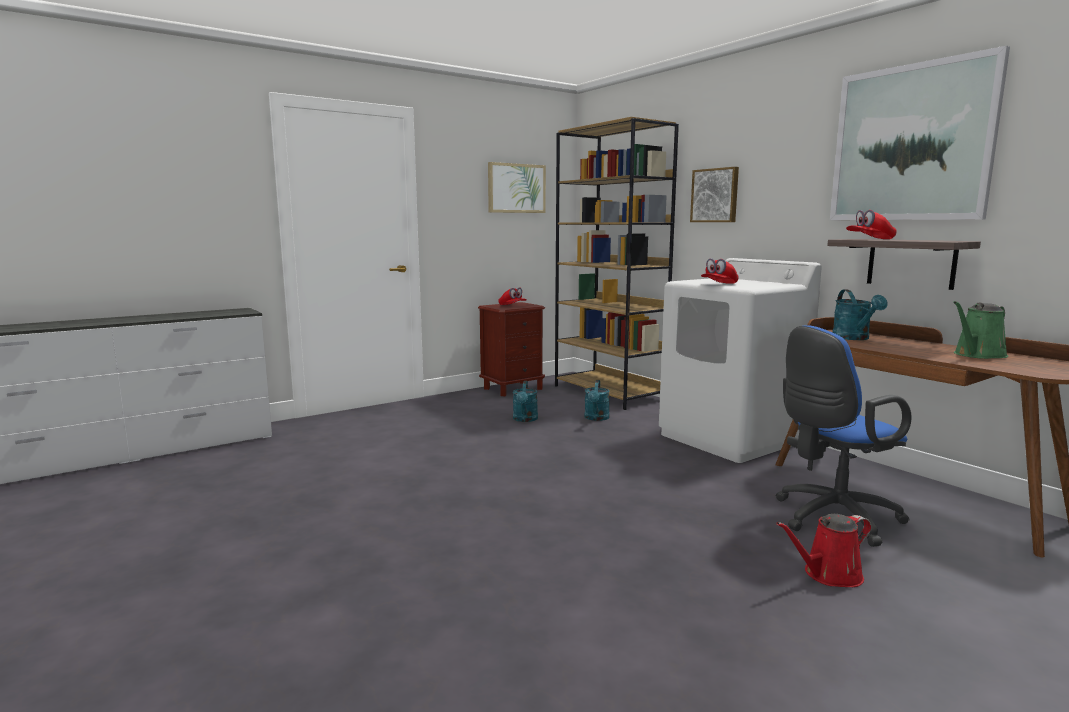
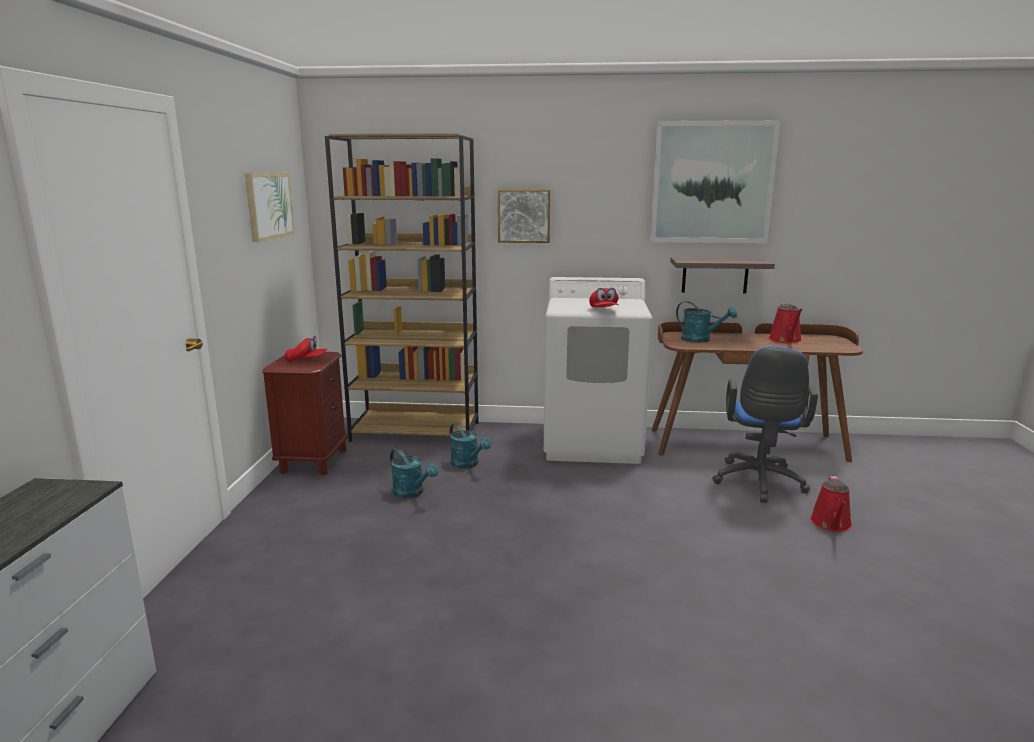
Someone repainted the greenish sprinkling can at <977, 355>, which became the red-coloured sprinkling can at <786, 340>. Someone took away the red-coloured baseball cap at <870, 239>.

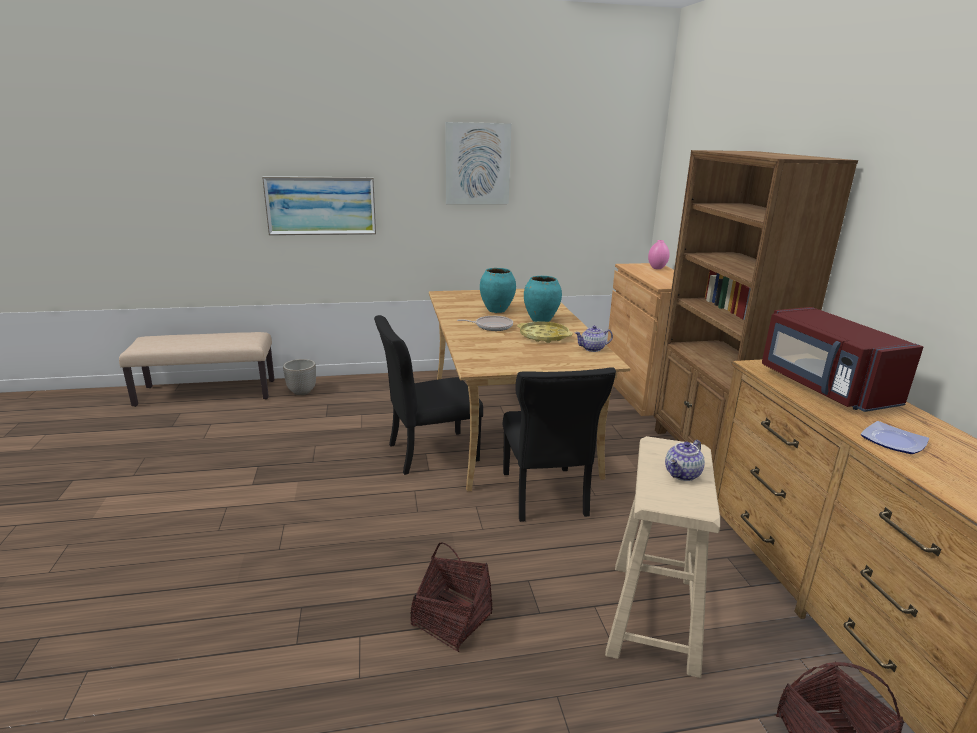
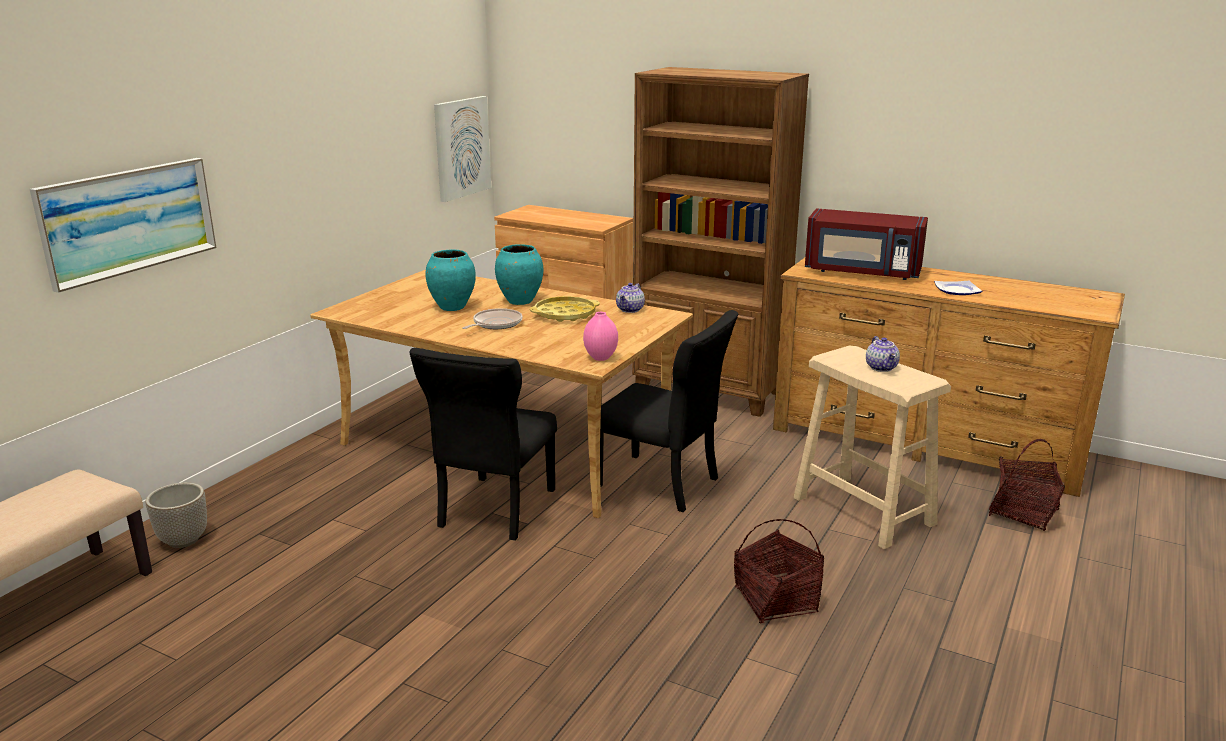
Someone carried the wall art from <477, 164> to <461, 148>. Someone carried the pinkish flower vase from <656, 268> to <600, 358>.

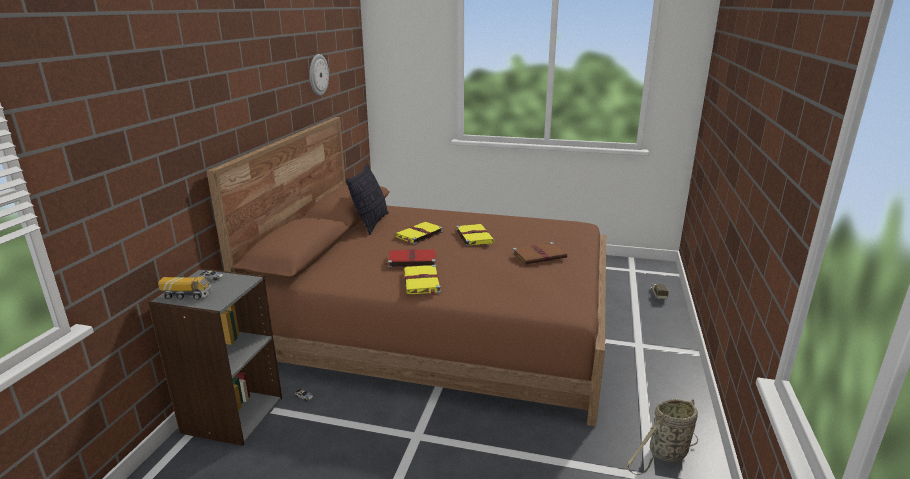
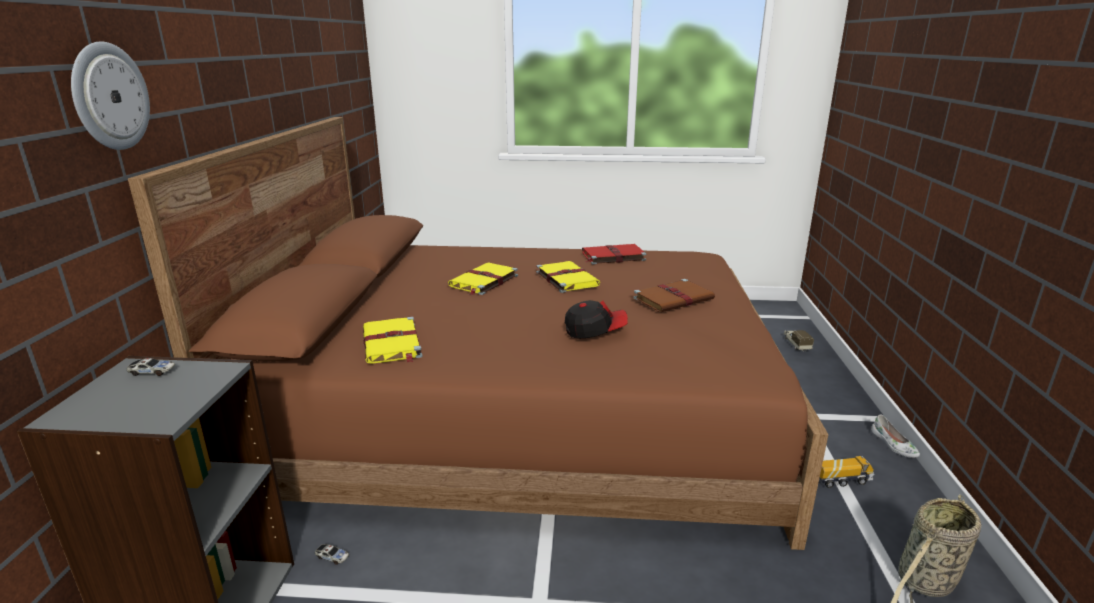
Someone carried the hanging clock from <318, 75> to <109, 97>. Someone carried the yellow-coloured bound book from <422, 282> to <392, 344>. Someone put down the baseball cap at <595, 331>. Someone carried the red-coloured bound book from <411, 260> to <612, 256>. Someone carried the toy lorry from <187, 296> to <842, 480>. Someone put down the white-coloured shoe at <893, 444>. Someone took away the pillow at <371, 223>.

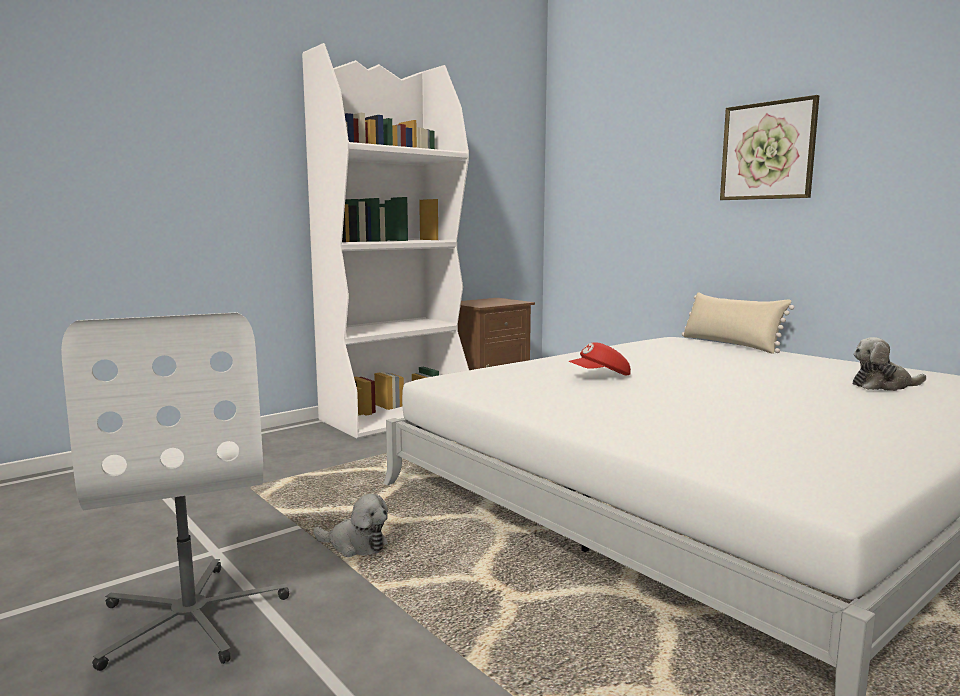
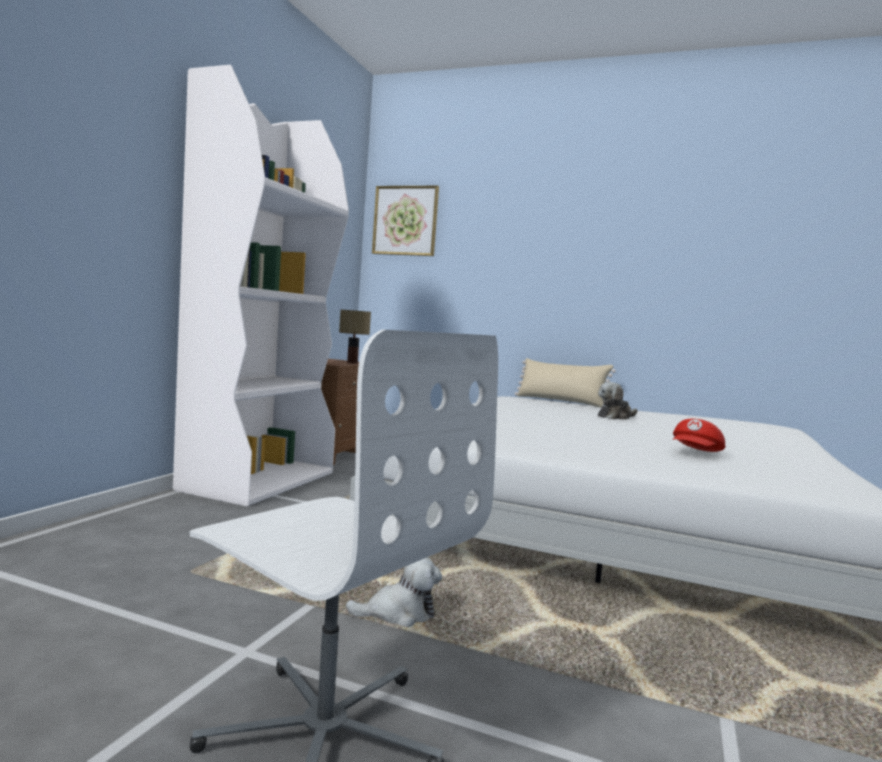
Someone put down the table lamp at <353, 363>. Someone carried the wall art from <768, 151> to <405, 221>. Someone carried the plush toy from <883, 386> to <615, 417>. Someone carried the red-coloured baseball cap from <600, 376> to <696, 454>.

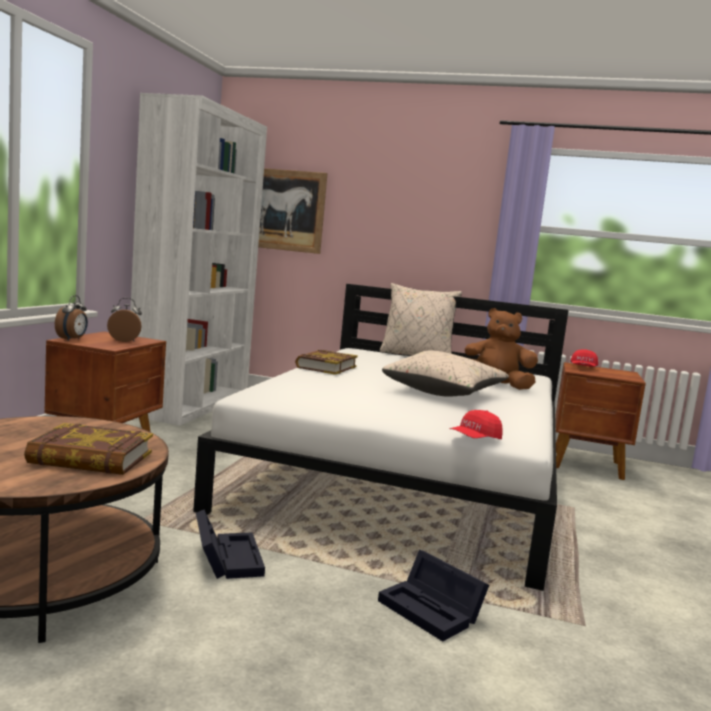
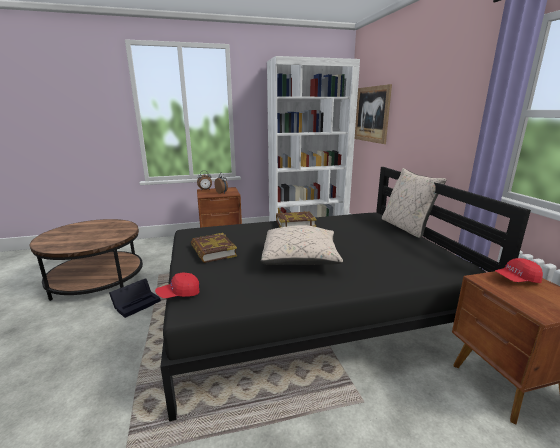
Someone rotated the red-coloured baseball cap at <475, 439> by 45 degrees counterclockwise. Someone repainted the white-coloured sleeping bed at <408, 475>, which became the blackish sleeping bed at <309, 309>. Someone carried the bound book from <90, 458> to <213, 251>. Someone took away the blackish storage bin at <433, 611>. Someone took away the brown-coloured plush toy at <495, 385>.

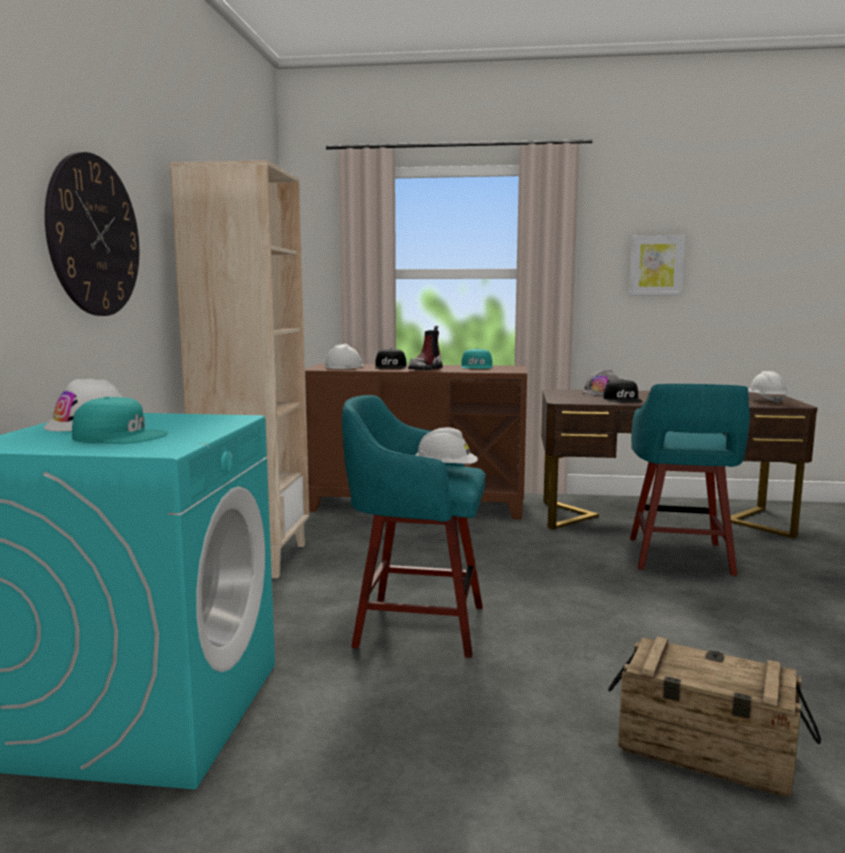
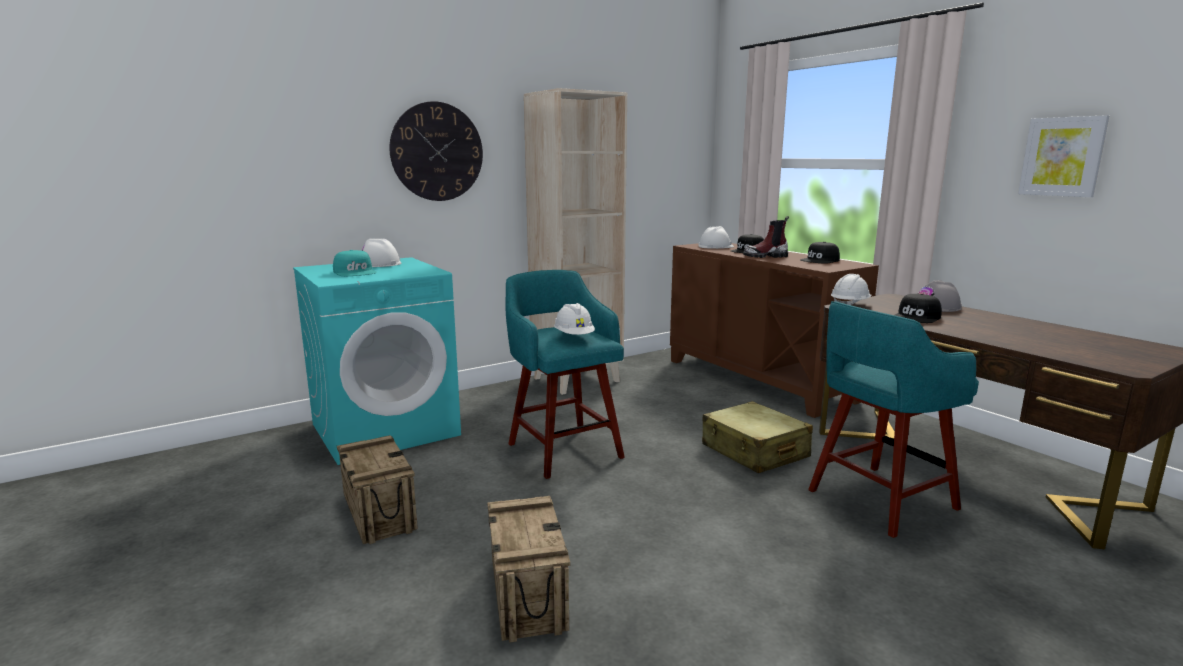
Someone put down the packing crate at <378, 512>. Someone put down the beige piece of luggage at <754, 451>. Someone repainted the turquoise baseball cap at <477, 367>, which became the blackish baseball cap at <820, 260>. Someone carried the white-coloured work helmet from <765, 401> to <849, 305>.

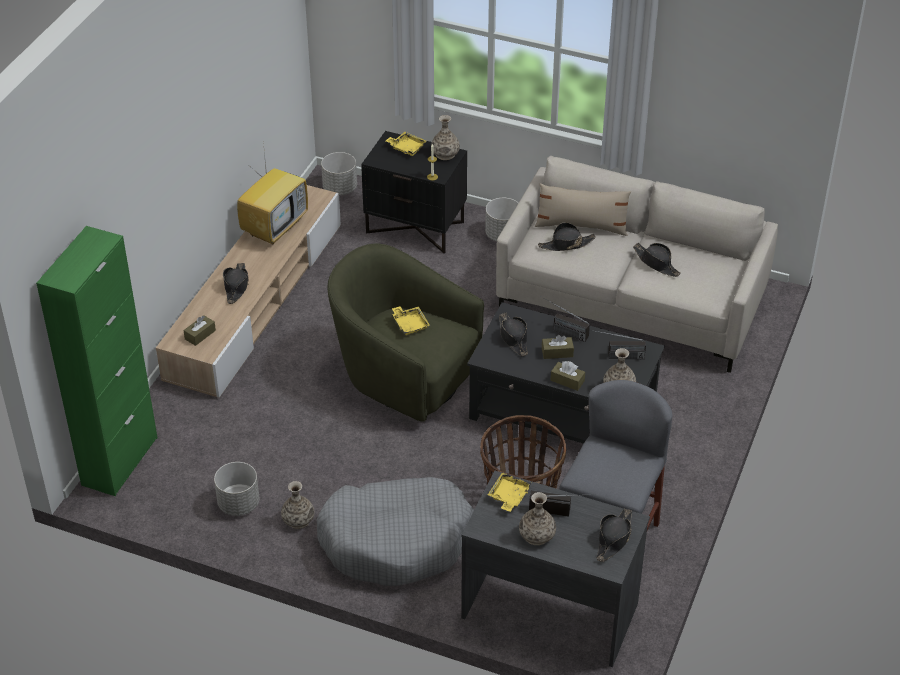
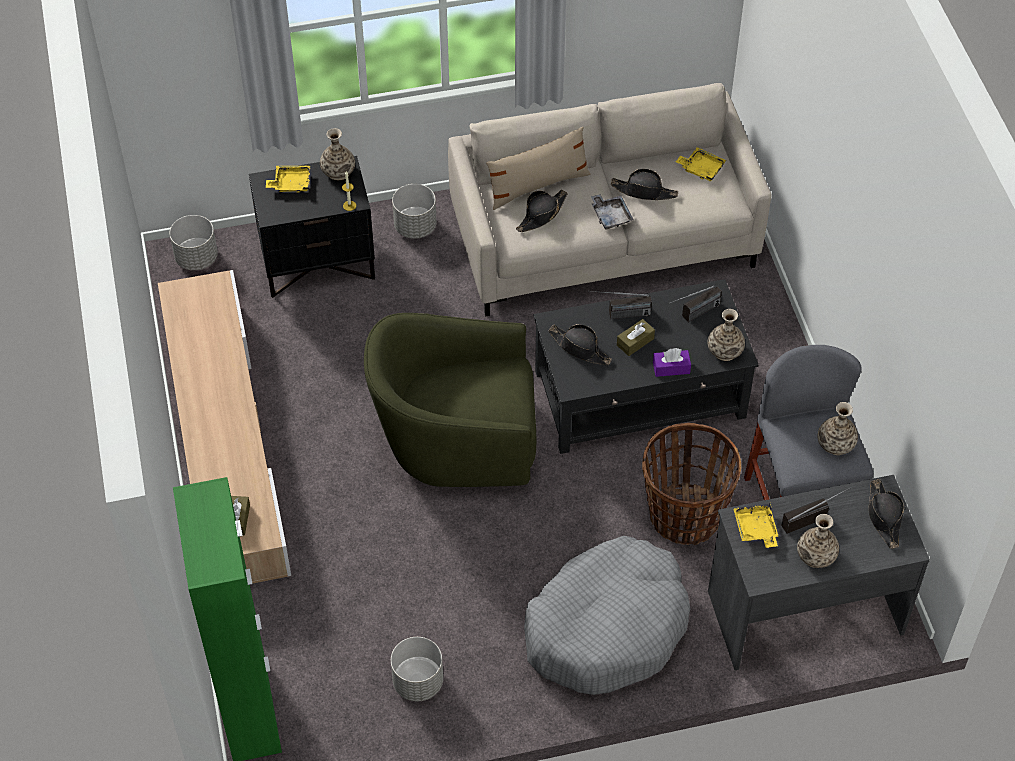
Someone put down the greyish carrying tray at <611, 216>. Someone repainted the brown-coloured box of tissues at <567, 381>, which became the purple box of tissues at <671, 368>. Someone carried the yellow-coloured carrying tray from <410, 324> to <701, 169>. Someone carried the flower vase from <298, 520> to <836, 444>. Someone took away the blackish clothing hat at <236, 286>. Someone took away the television at <275, 227>.

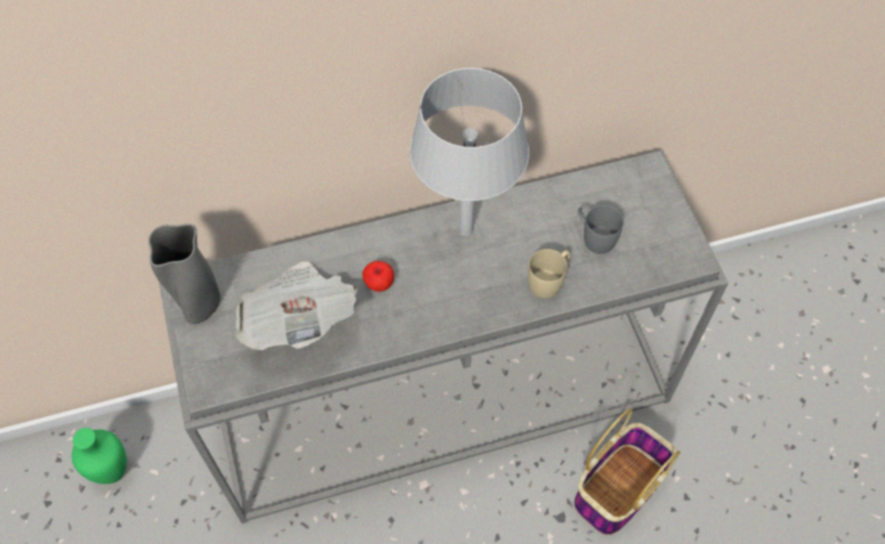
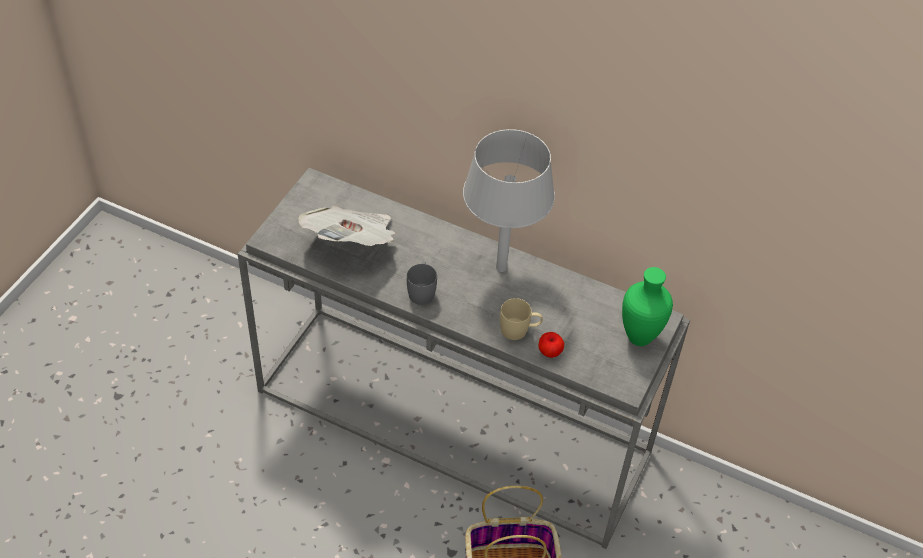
Someone carried the greyish coffee mug from <594, 236> to <421, 291>. Someone carried the whole apple from <379, 283> to <549, 352>. Someone carried the greenish flower vase from <114, 471> to <641, 337>. Someone took away the greyish flower vase at <200, 306>.

